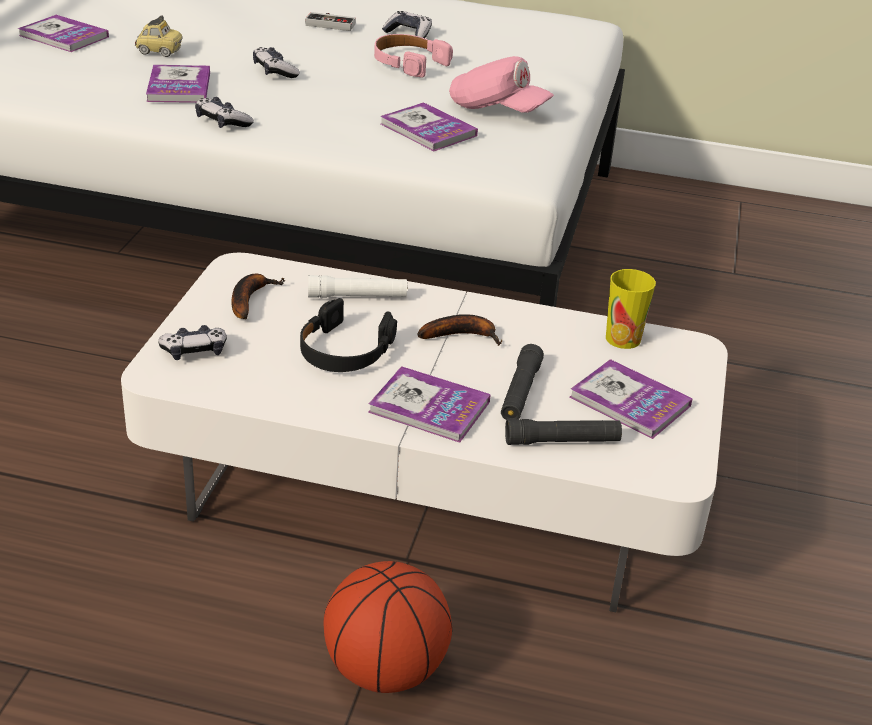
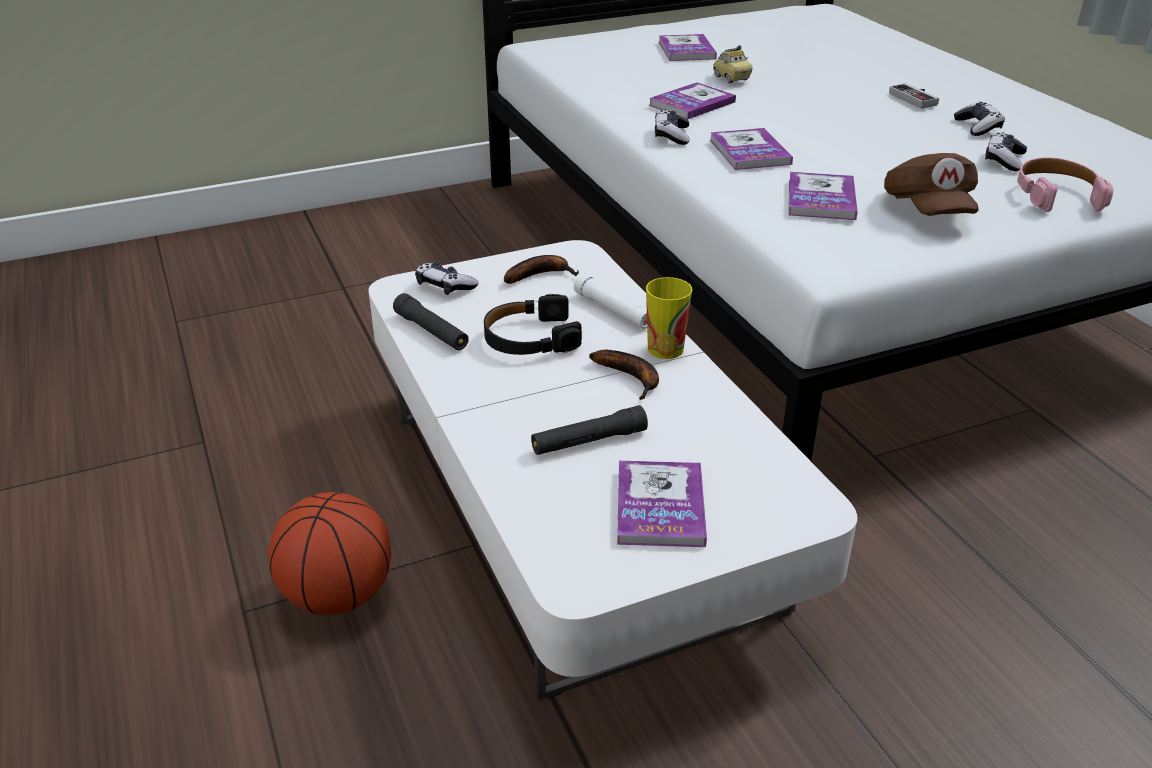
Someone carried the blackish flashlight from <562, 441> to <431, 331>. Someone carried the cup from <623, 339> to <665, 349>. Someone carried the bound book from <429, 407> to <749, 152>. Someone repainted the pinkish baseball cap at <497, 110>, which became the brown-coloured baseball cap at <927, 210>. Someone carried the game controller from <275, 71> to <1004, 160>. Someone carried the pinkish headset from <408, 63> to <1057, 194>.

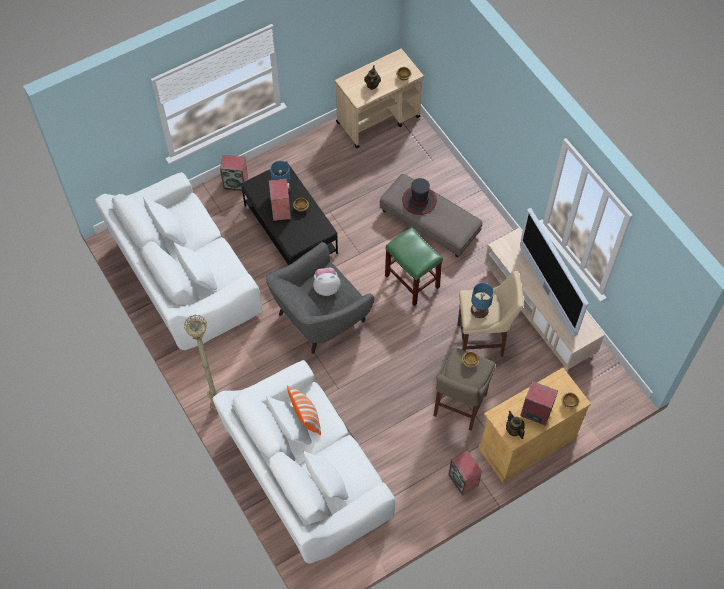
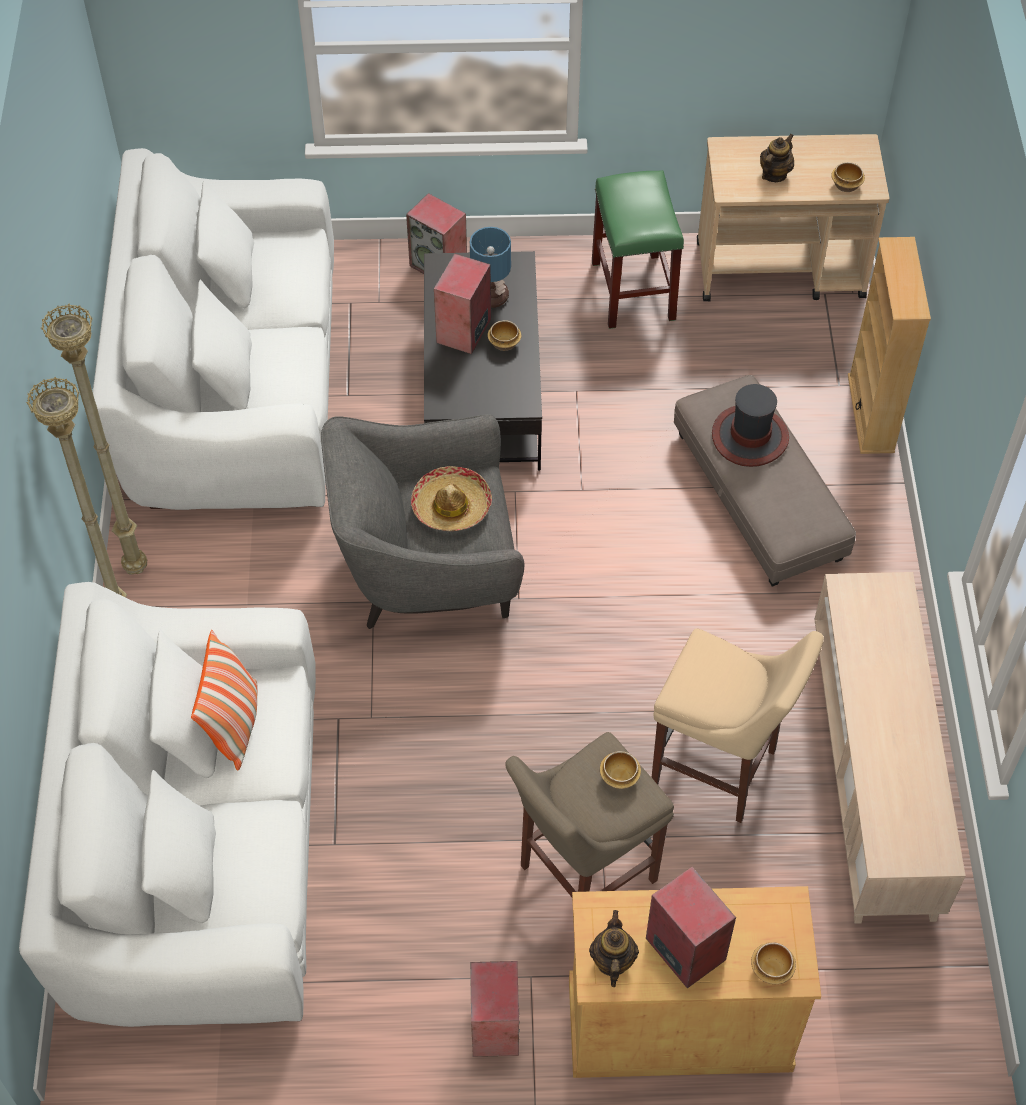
Someone put down the beige standard lamp at <136, 567>. Someone swapped the plush toy at <326, 287> for the clothing hat at <451, 506>. Someone carried the greenish sitting stool from <412, 281> to <634, 291>. Someone put down the beige bookshelf at <871, 413>. Someone took away the table lamp at <479, 310>. Someone took away the television at <547, 291>.

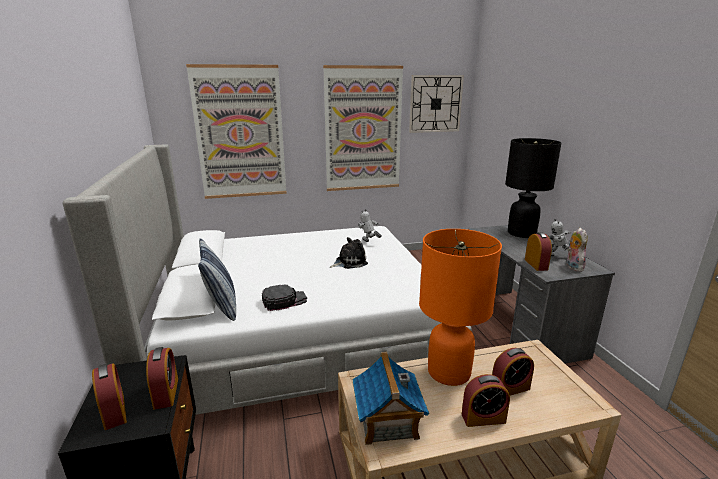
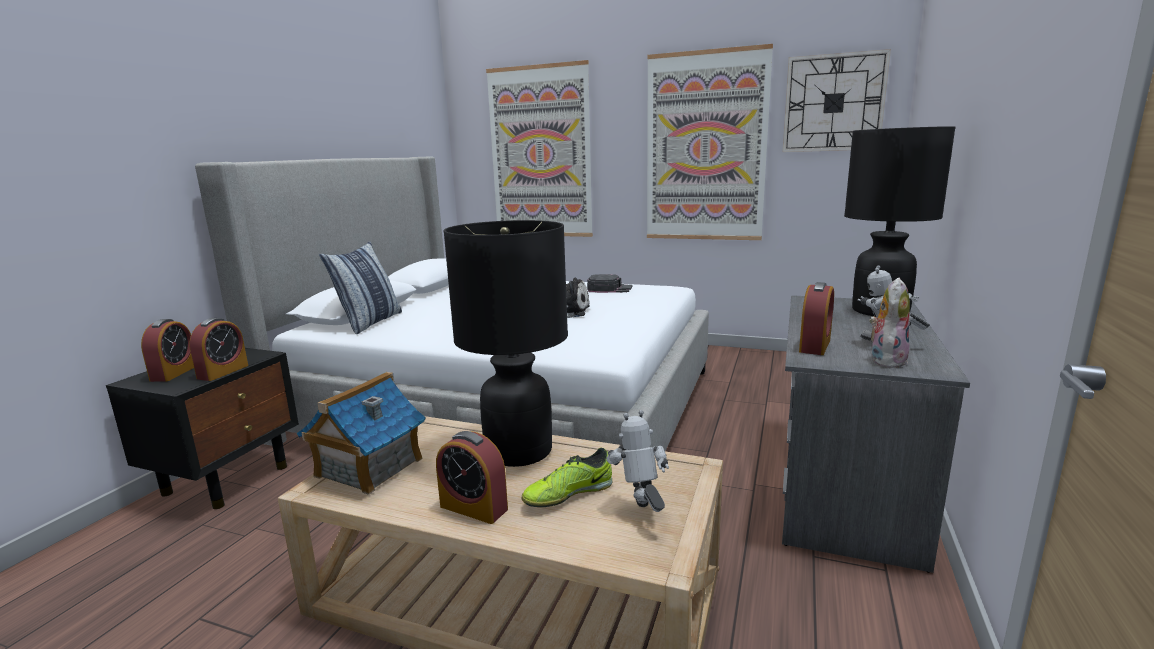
Someone repainted the orangey table lamp at <448, 372>, which became the blackish table lamp at <518, 451>. Someone swapped the bedside clock at <510, 388> for the shoe at <568, 494>. Someone carried the blackish baseball cap from <284, 300> to <609, 289>. Someone carried the toy robot from <368, 242> to <641, 512>.

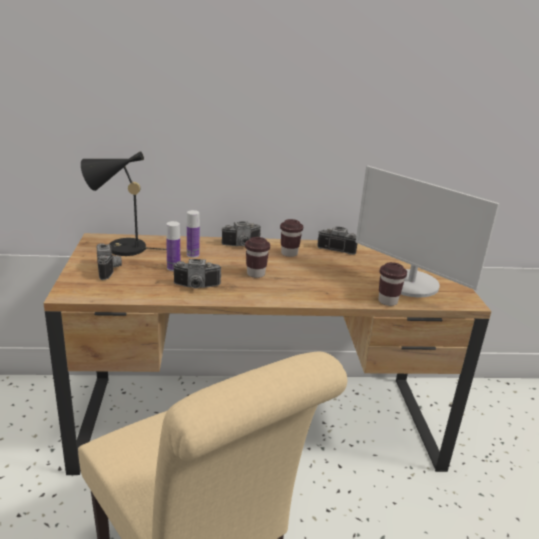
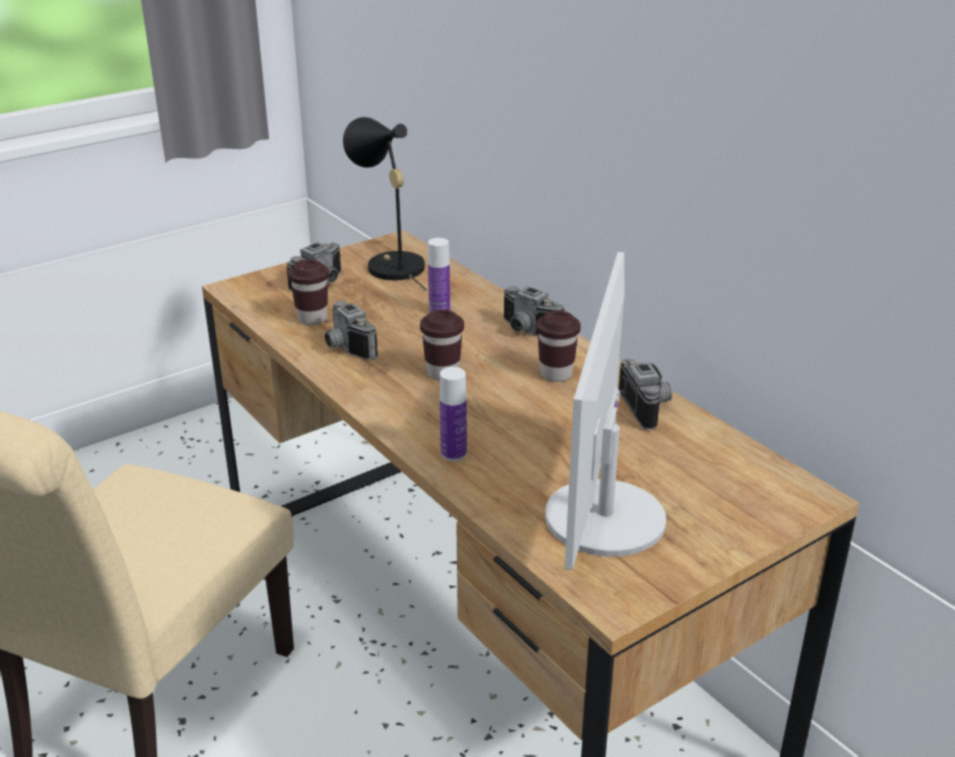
Someone carried the brown-coloured cup from <387, 301> to <312, 319>. Someone carried the beverage bottle from <173, 268> to <453, 453>.

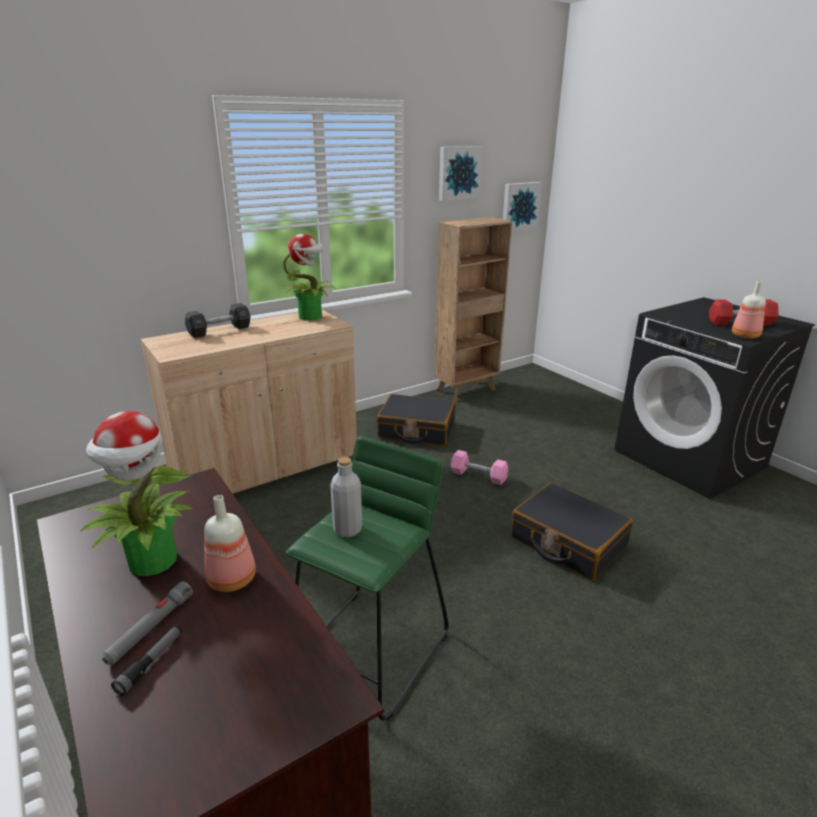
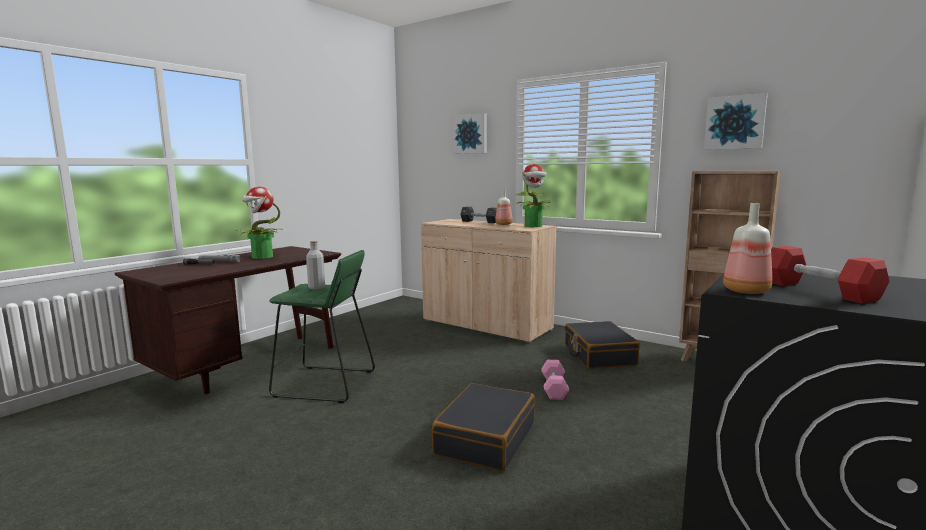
Someone carried the wall art from <520, 206> to <471, 134>. Someone carried the beverage bottle from <232, 578> to <504, 224>.

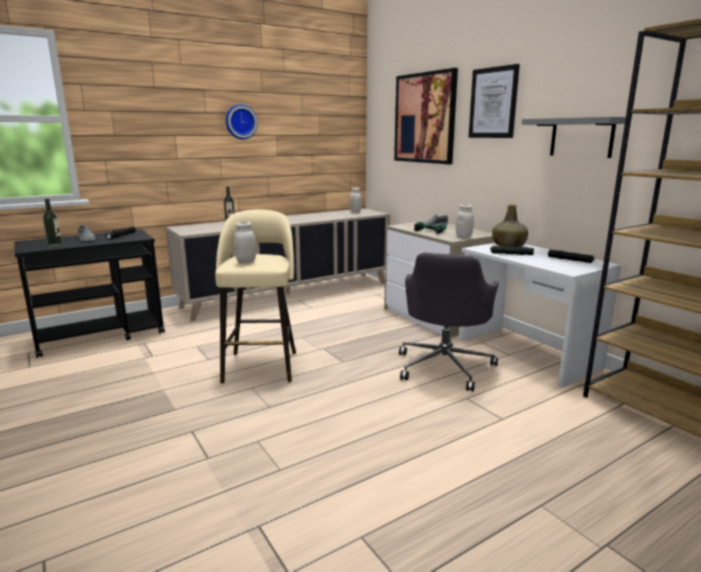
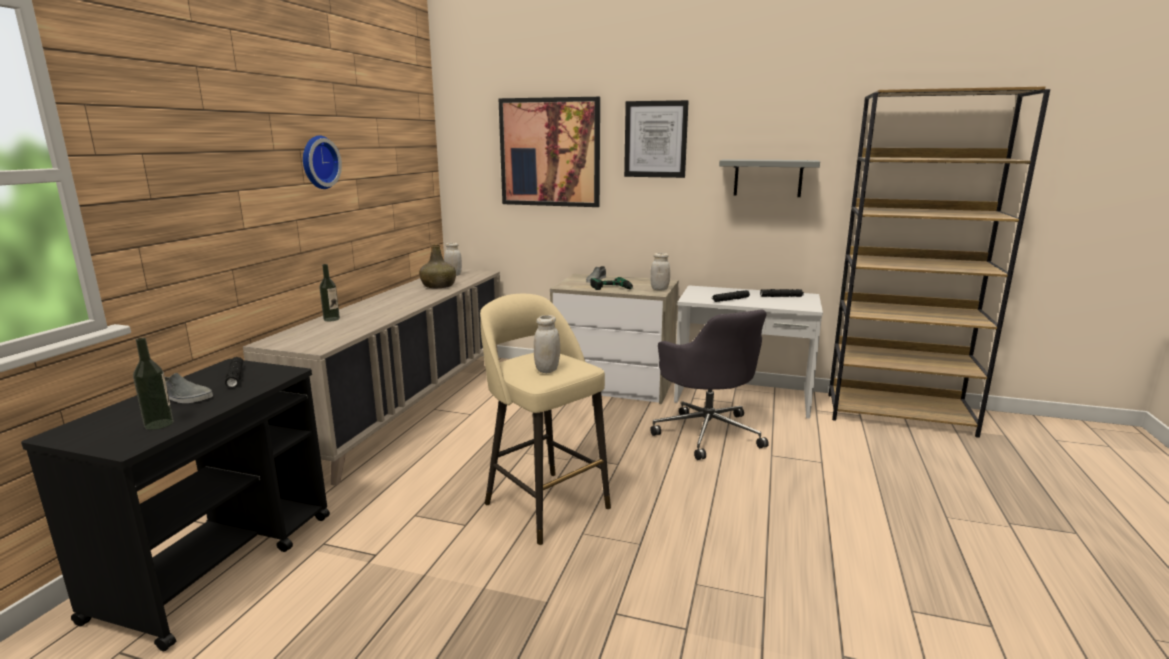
Someone carried the greenish beverage bottle from <509, 245> to <439, 286>.

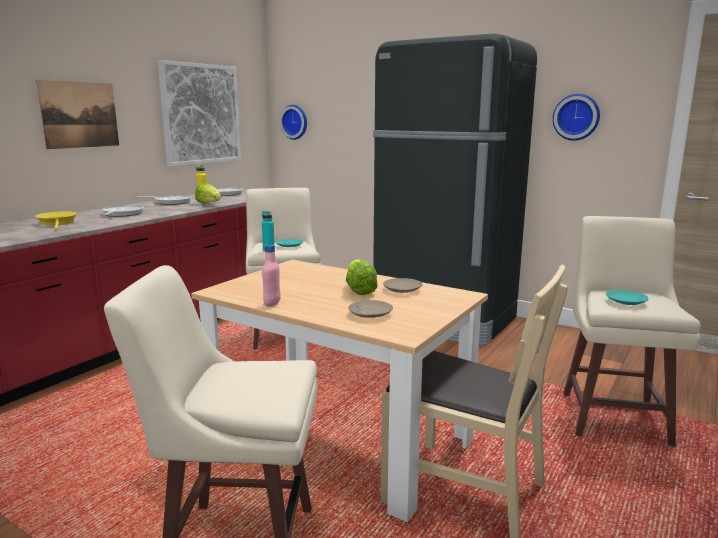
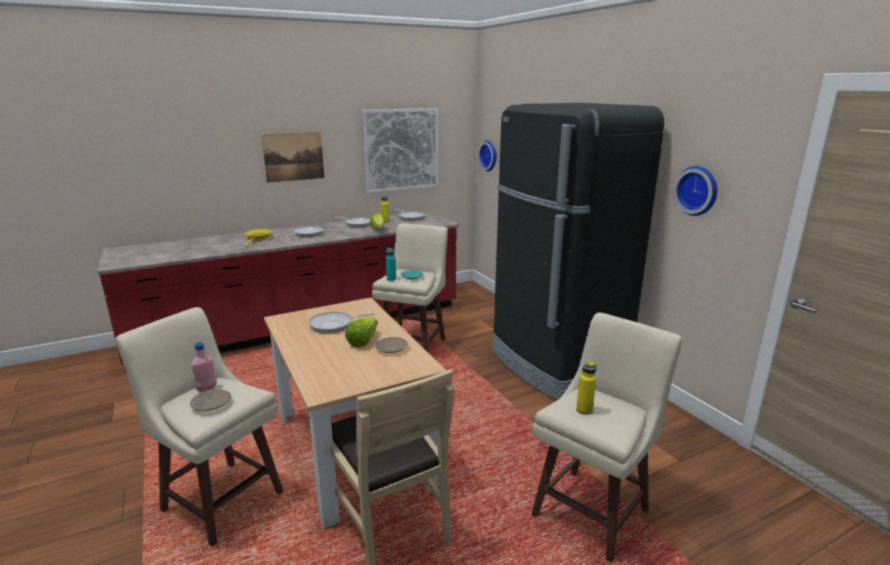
Someone carried the beige dinner plate from <369, 314> to <211, 404>. Someone carried the pinkish beverage bottle from <272, 304> to <207, 388>. Someone put down the skillet at <334, 325>. Someone swapped the turquoise dinner plate at <626, 302> for the yellow-coloured beverage bottle at <584, 410>.

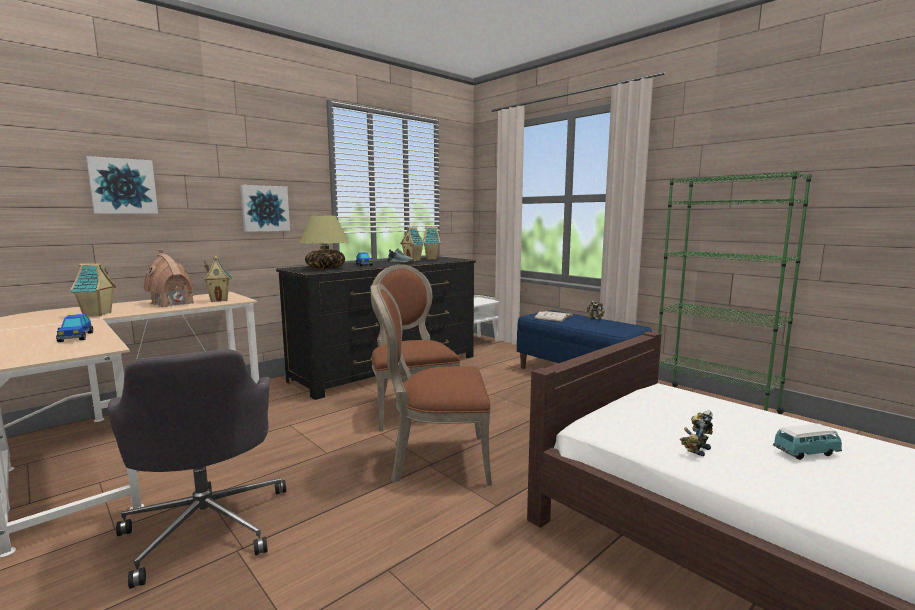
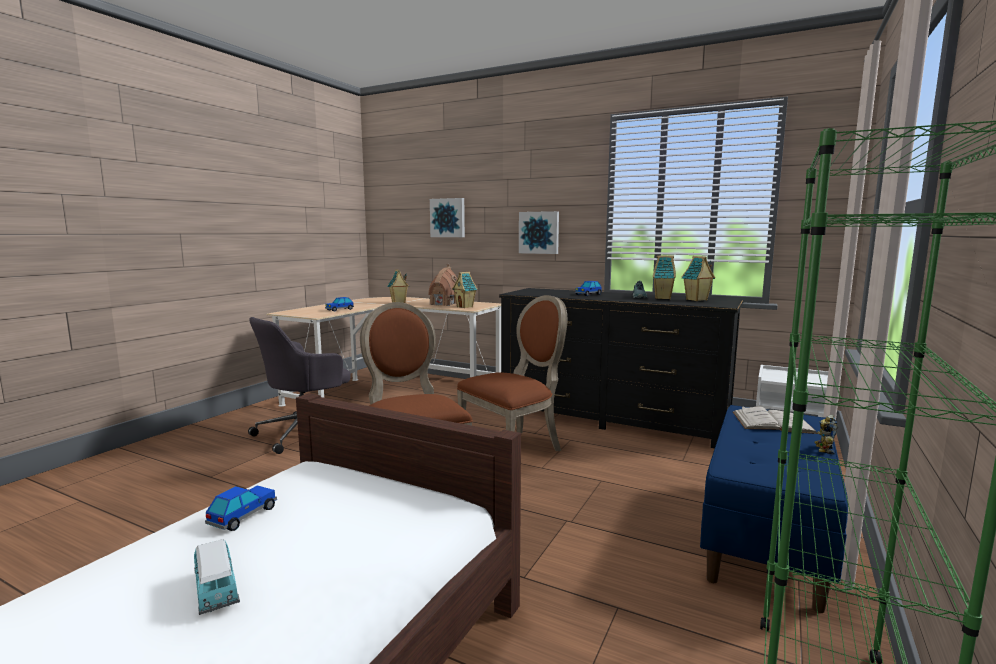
Someone swapped the toy robot at <696, 449> for the toy car at <243, 516>. Someone took away the table lamp at <325, 268>.

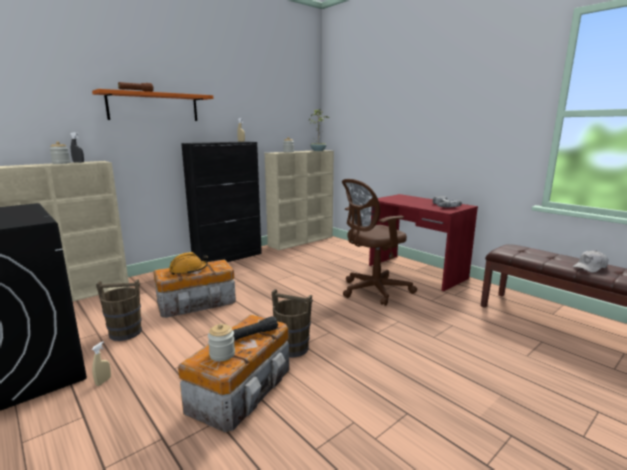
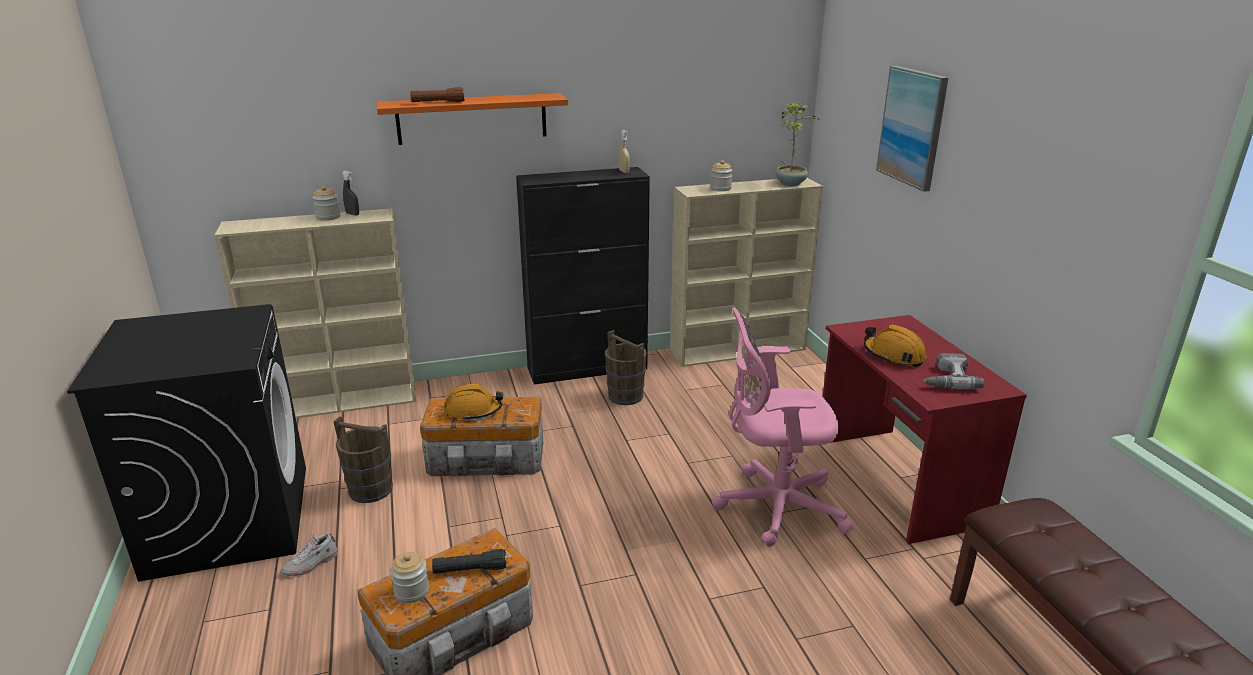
Someone swapped the beige hand sprayer at <103, 381> for the white-coloured shoe at <311, 564>. Someone carried the brown-coloured water bucket from <292, 348> to <625, 396>. Someone repainted the brown-coloured desk chair at <372, 291>, which became the pinkish desk chair at <774, 507>. Someone put down the orangey work helmet at <894, 355>. Someone put up the wall art at <912, 127>. Someone took away the white-coloured baseball cap at <590, 267>.

